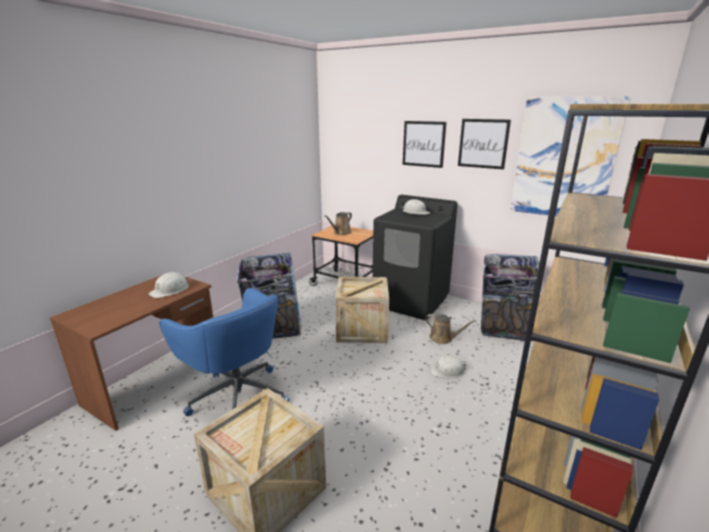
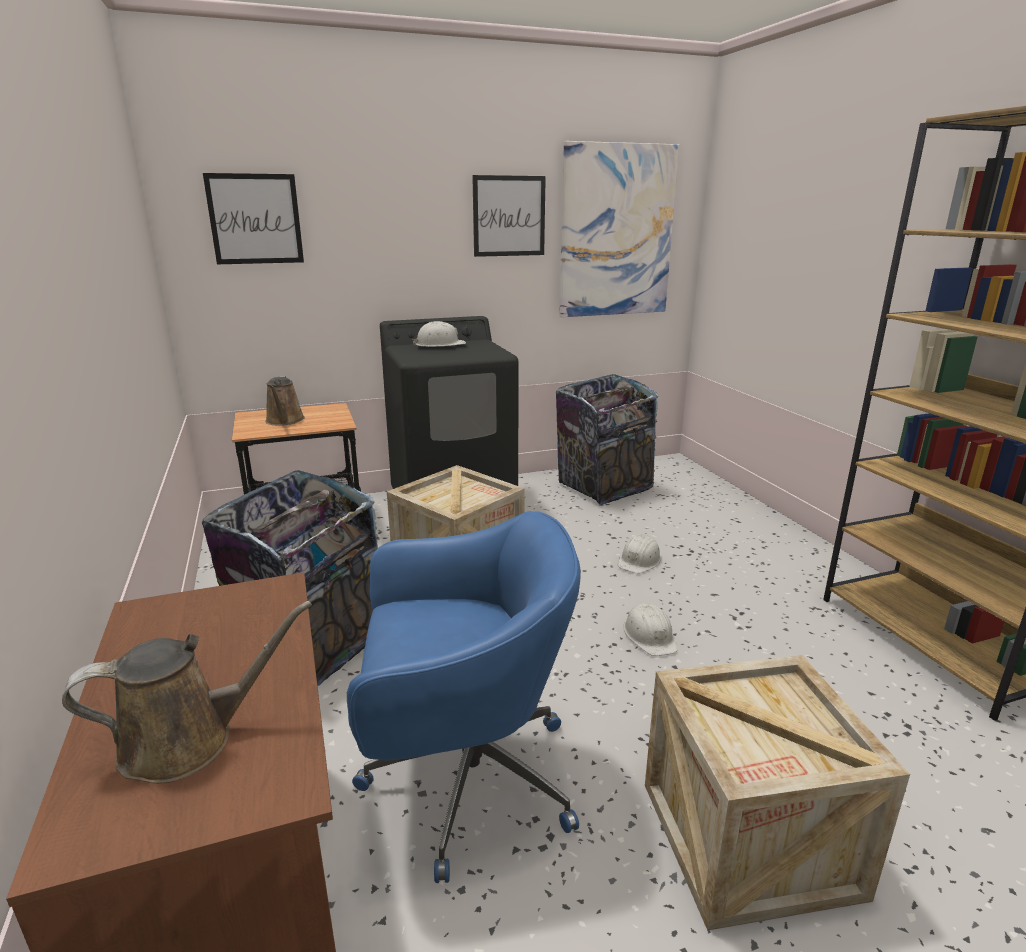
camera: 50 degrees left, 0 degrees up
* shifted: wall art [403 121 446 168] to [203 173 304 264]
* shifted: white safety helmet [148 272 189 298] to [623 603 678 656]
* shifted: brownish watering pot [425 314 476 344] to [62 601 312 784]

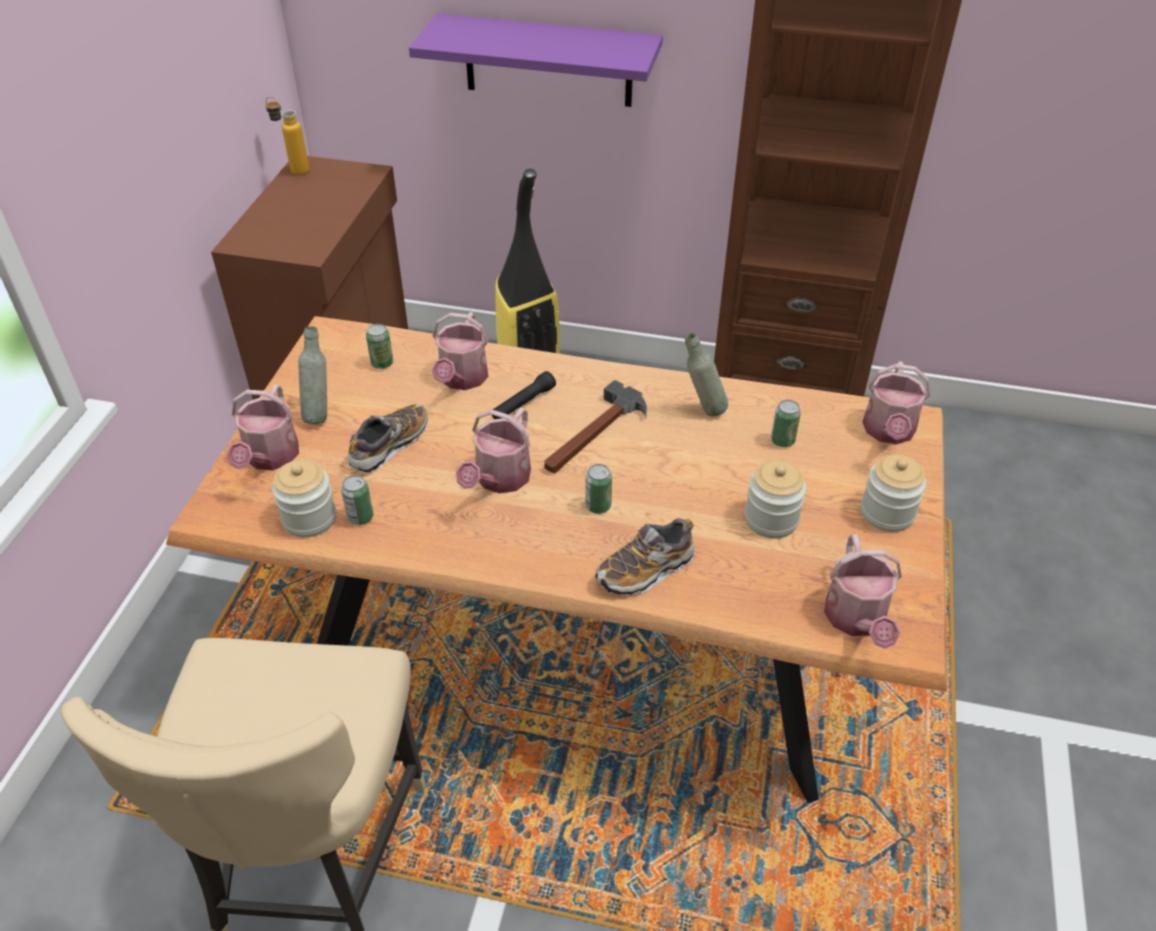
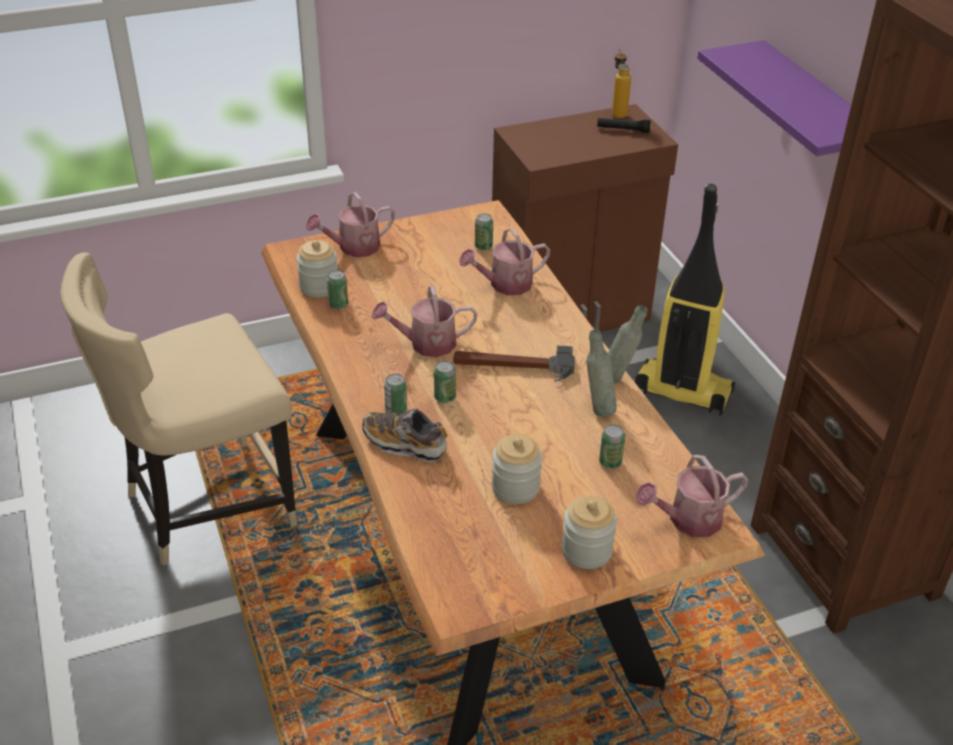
camera: 55 degrees right, 5 degrees down
* shifted: greyish beverage bottle [298 326 327 424] to [608 305 647 384]
* shifted: blackish flashlight [492 371 556 419] to [597 118 651 133]
* gone: shoe [348 404 428 473]
* gone: watering pot [824 535 902 649]
* new: sealed can [384 374 407 414]

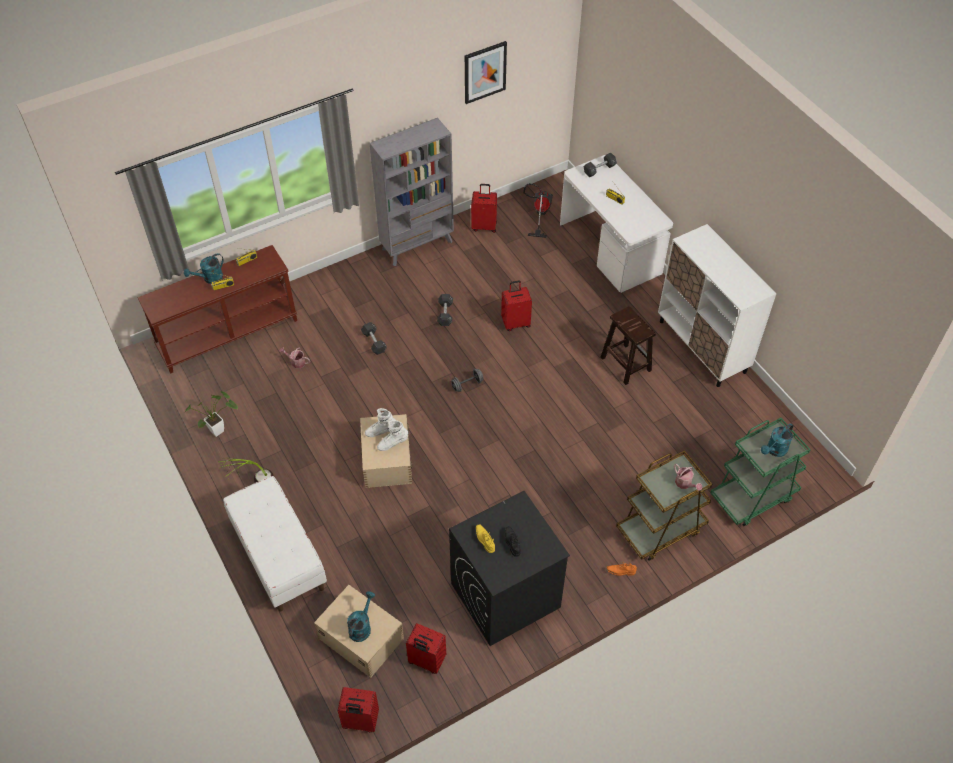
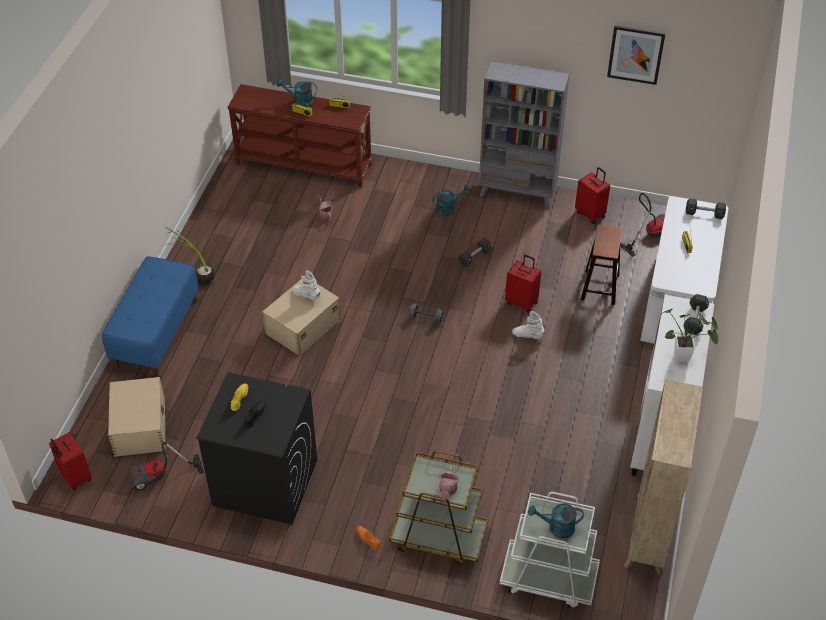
camera: 45 degrees right, 5 degrees down
* shifted: brownish stool seat [600 306 656 385] to [581 225 622 305]
* shifted: blackish hand weight [361 322 387 355] to [683 294 709 335]
* shifted: houseplant [185 391 238 437] to [663 309 718 362]
* repainted: greenish wheeled cart [710 418 810 527] to white wheeled cart [499 492 600 608]
* shifted: white high-top boot [377 420 408 451] to [512 311 545 339]
* repainted: white long seat [223 476 327 612] to bluish long seat [102 256 199 377]
* shifted: turquoise watering pot [347 591 375 642] to [432 185 470 216]
* swapped: red suitcase [406 623 446 674] to hoover [128 442 204 491]
* new: beige-coloured bookcase [624 379 703 576]

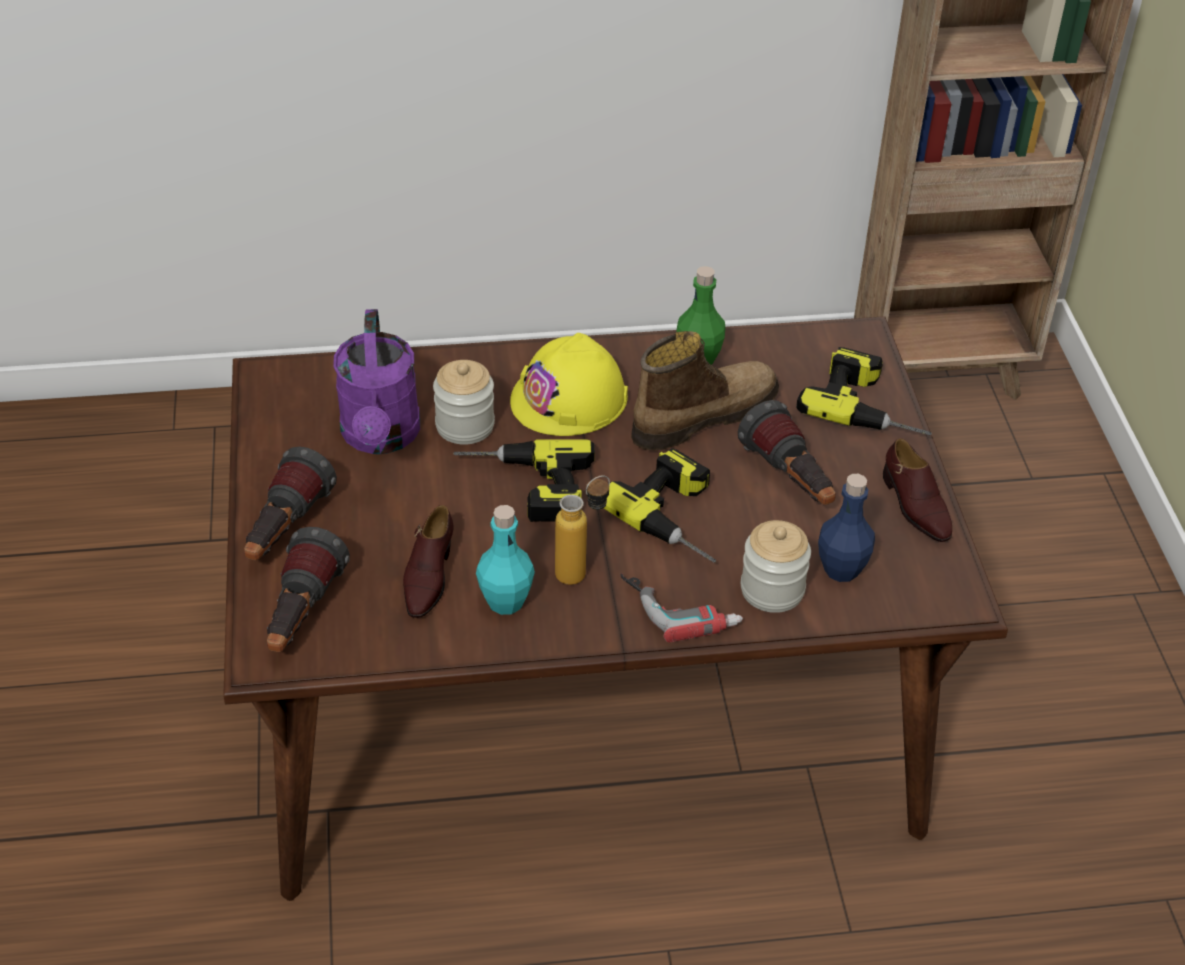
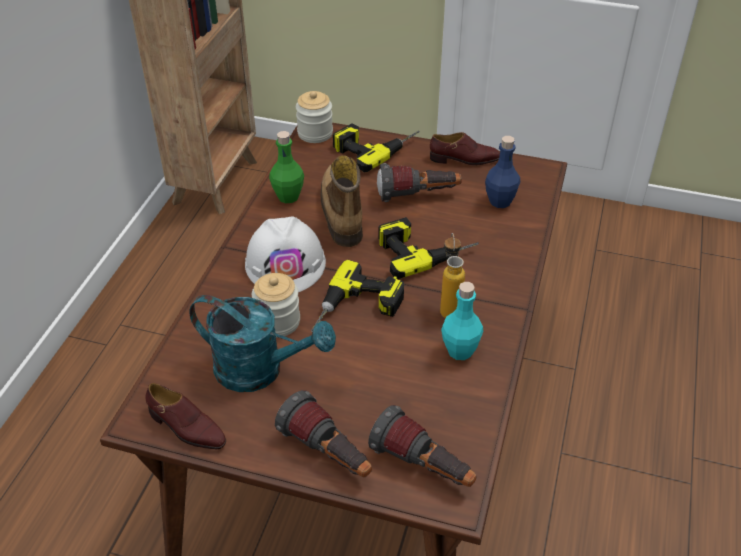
camera: 65 degrees left, 0 degrees up
* repainted: purple-coloured watering pot [333 309 420 454] to turquoise watering pot [189 295 336 392]
* repainted: yellowish safety helmet [510 333 628 436] to white safety helmet [245 216 326 292]
* shifted: brownish shoe [403 505 453 618] to [145 383 226 449]
* shifted: preserve jar [741 520 811 613] to [296 91 333 143]
* gone: drill [620 573 743 642]

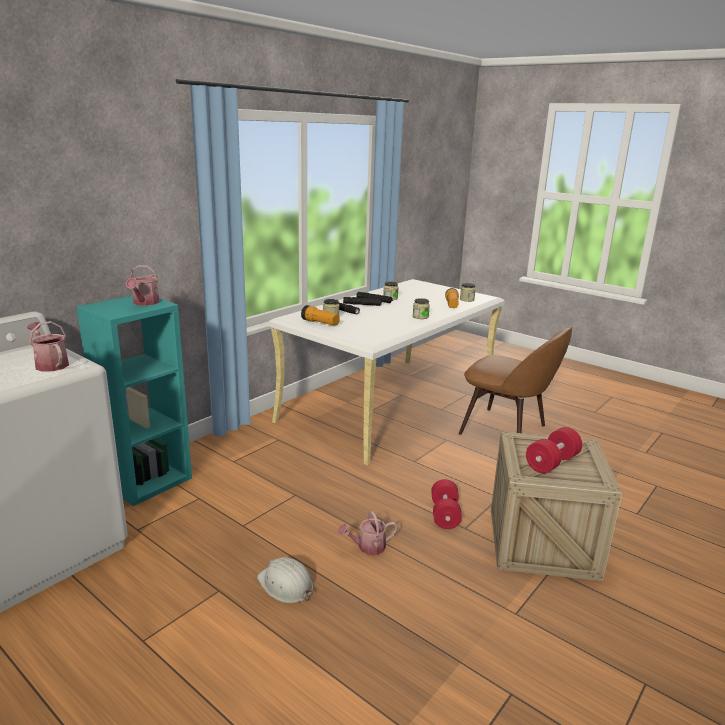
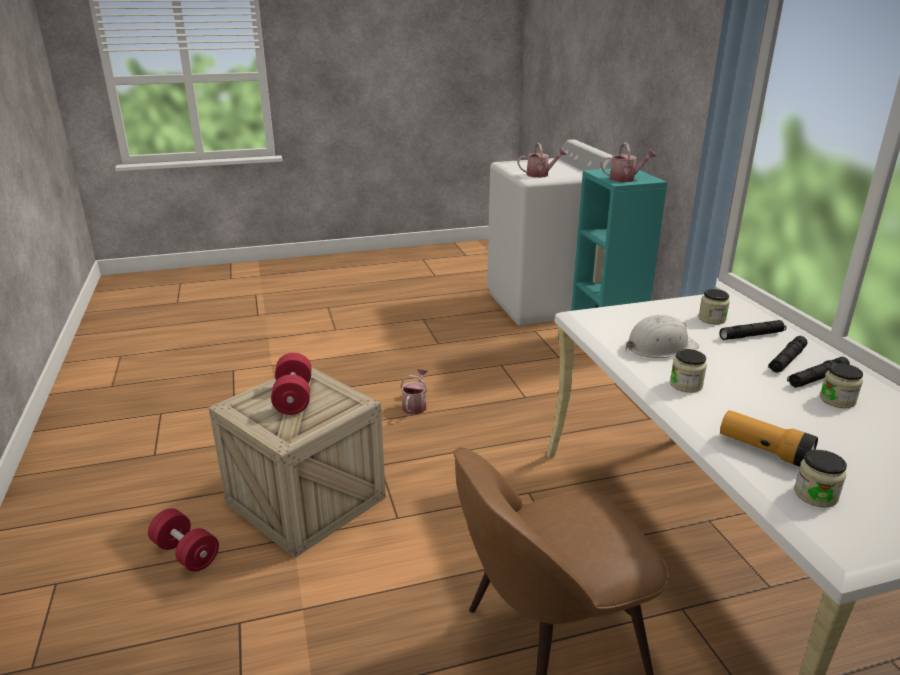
camera: 125 degrees right, 5 degrees up
* rotated: watering pot [126 265 159 306] = [601 143 657 182] 135 degrees clockwise
* gone: flashlight [301 305 340 326]
* shifted: red hand weight [431 479 462 529] to [148 508 219 572]
* shifted: white safety helmet [257 557 313 603] to [626 315 699 358]

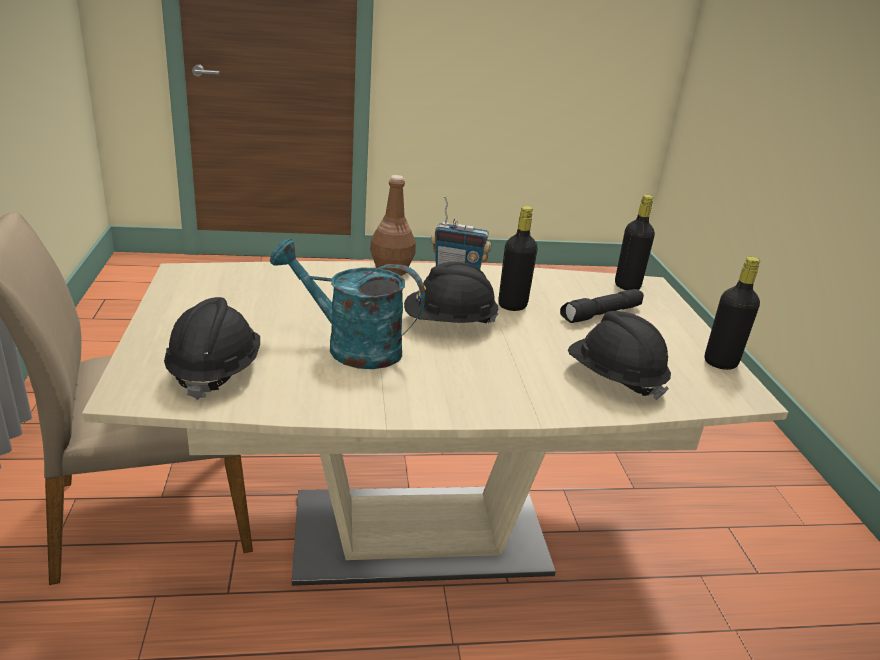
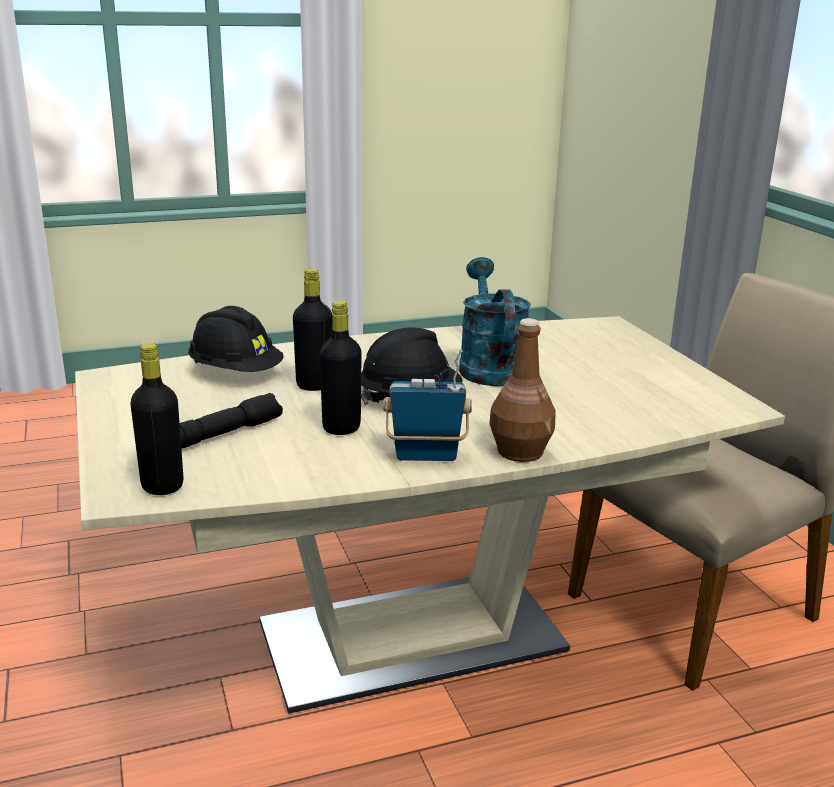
camera: 170 degrees right, 5 degrees down
* rotated: turquoise watering pot [270 239 425 369] = [459 257 531 386] 105 degrees counterclockwise
* shifted: blackish beverage bottle [705 257 760 370] to [293 269 332 391]
* gone: blackish safety helmet [164 297 260 400]

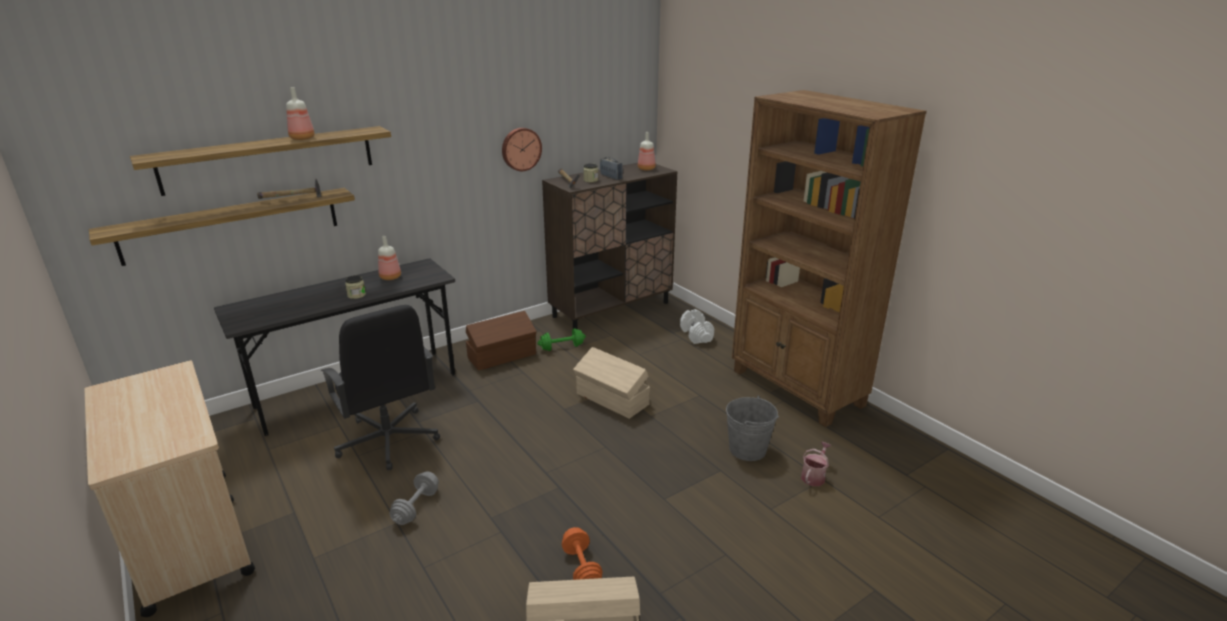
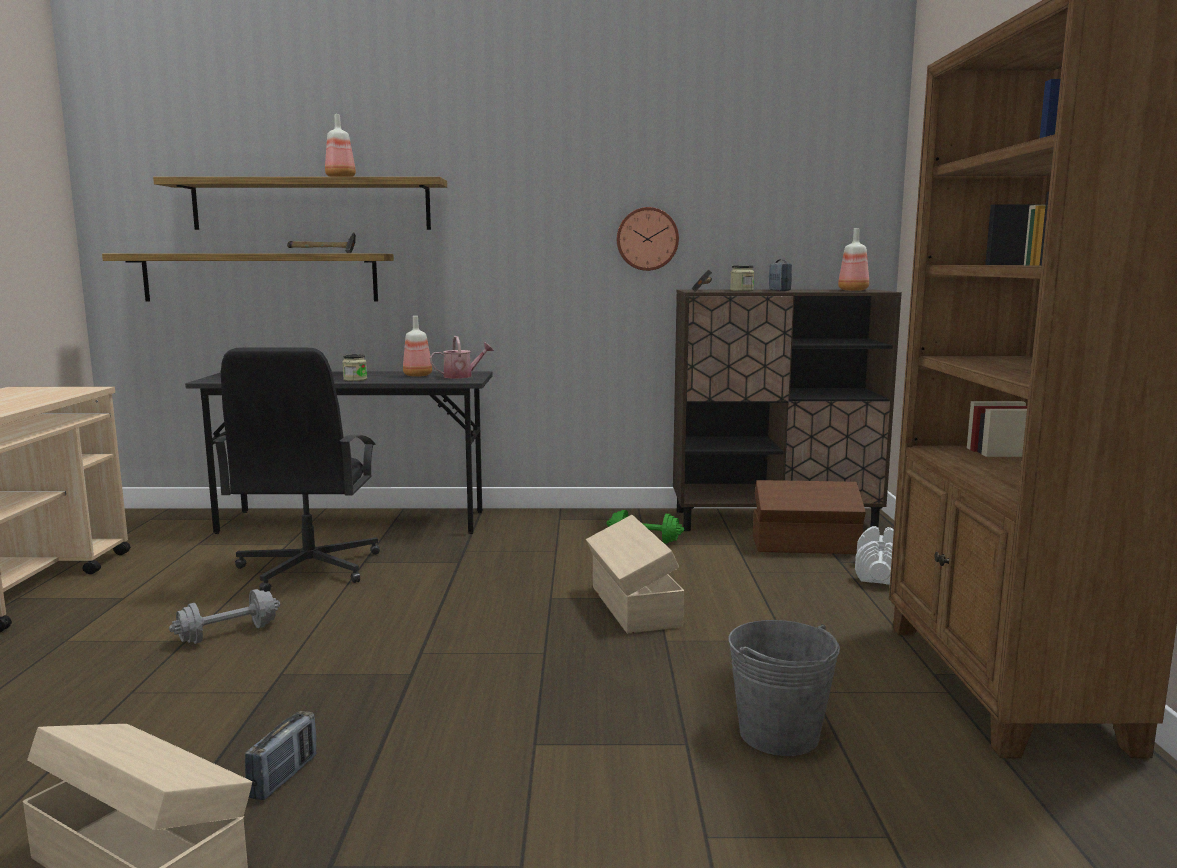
camera: 35 degrees right, 15 degrees down
* shifted: brownish storage container [466 311 537 371] to [753 480 866 554]
* shifted: watering pot [801 442 831 486] to [430 336 494 379]
* swapped: orangey hand weight [562 527 603 580] to radio [245 711 316 800]

